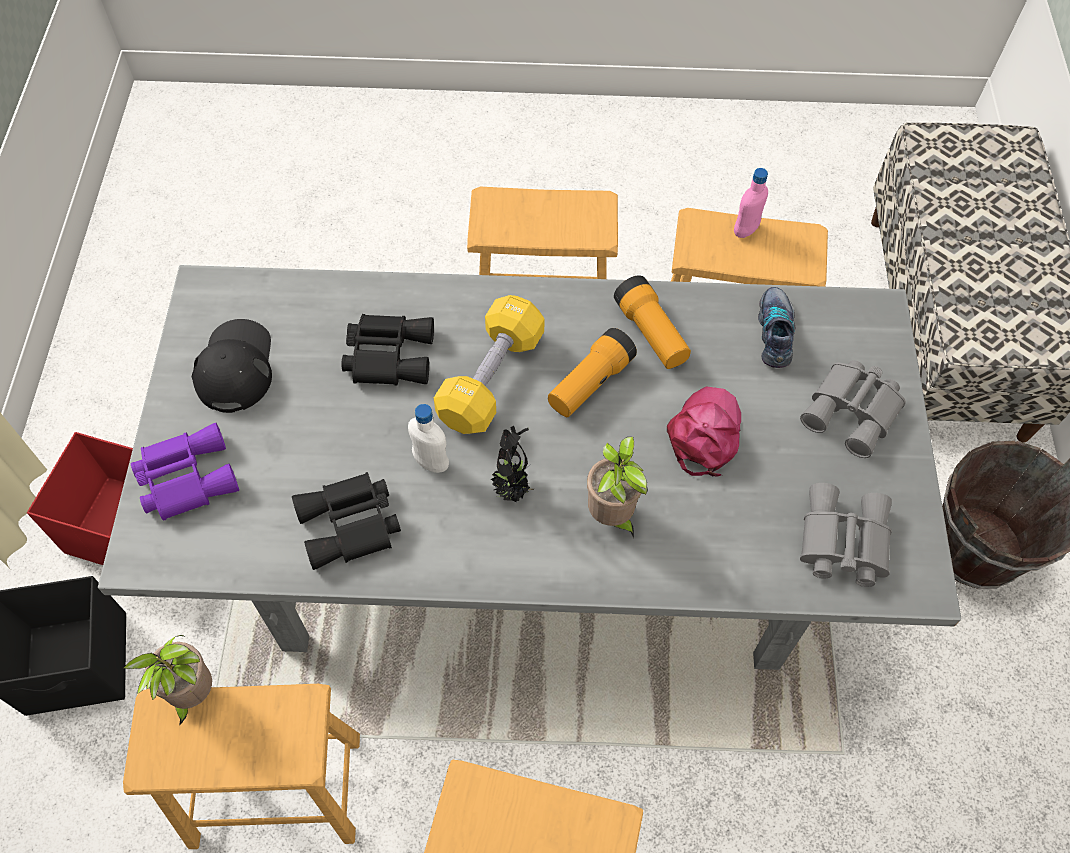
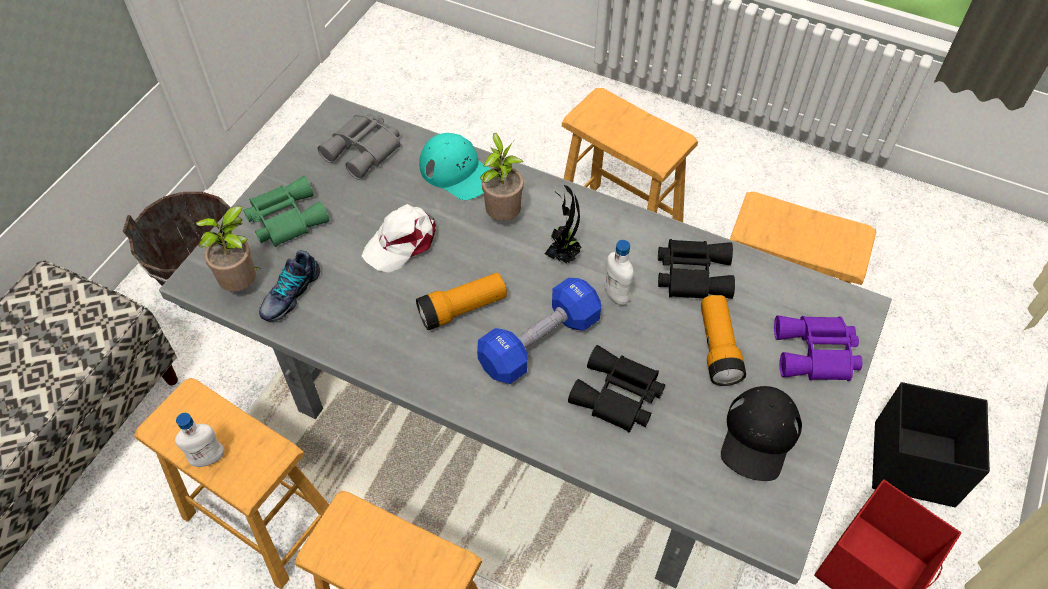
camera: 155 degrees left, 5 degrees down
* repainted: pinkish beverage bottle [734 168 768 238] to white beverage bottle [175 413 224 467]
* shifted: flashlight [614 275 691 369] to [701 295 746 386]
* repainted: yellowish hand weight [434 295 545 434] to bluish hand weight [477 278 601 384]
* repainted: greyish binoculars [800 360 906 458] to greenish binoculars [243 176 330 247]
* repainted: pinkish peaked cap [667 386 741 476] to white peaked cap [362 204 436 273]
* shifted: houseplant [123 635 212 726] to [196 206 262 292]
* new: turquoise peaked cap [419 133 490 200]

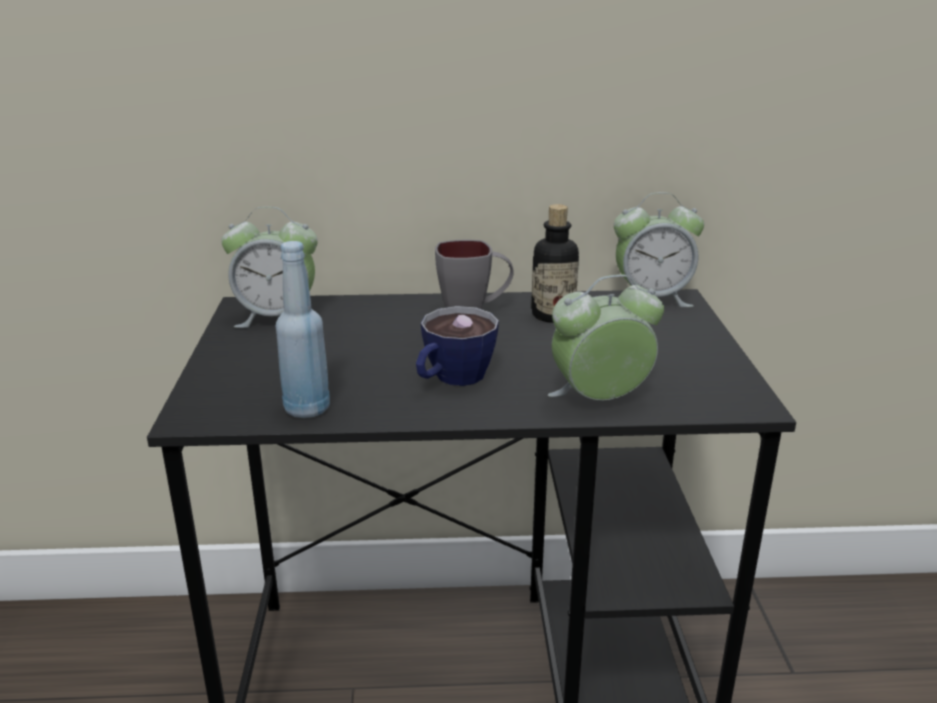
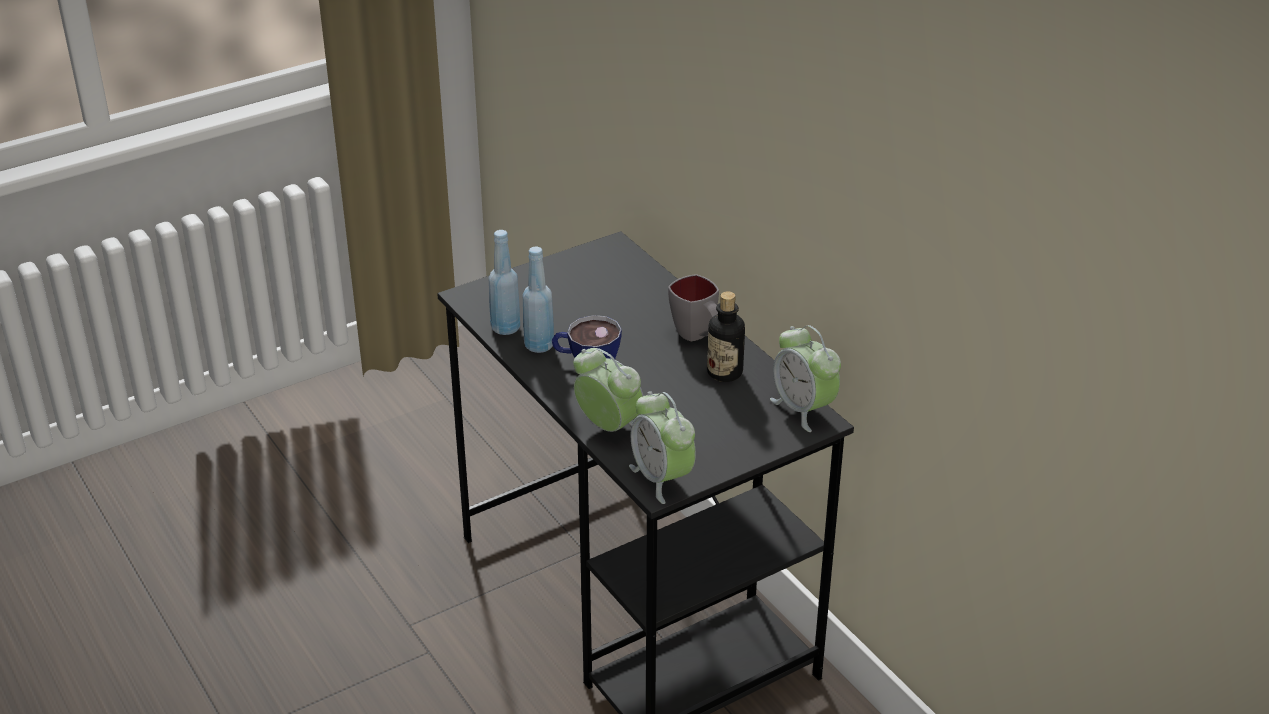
camera: 60 degrees right, 10 degrees up
* shifted: alarm clock [221 207 318 328] to [629 391 696 504]
* new: bluish beverage bottle [522 247 554 353]

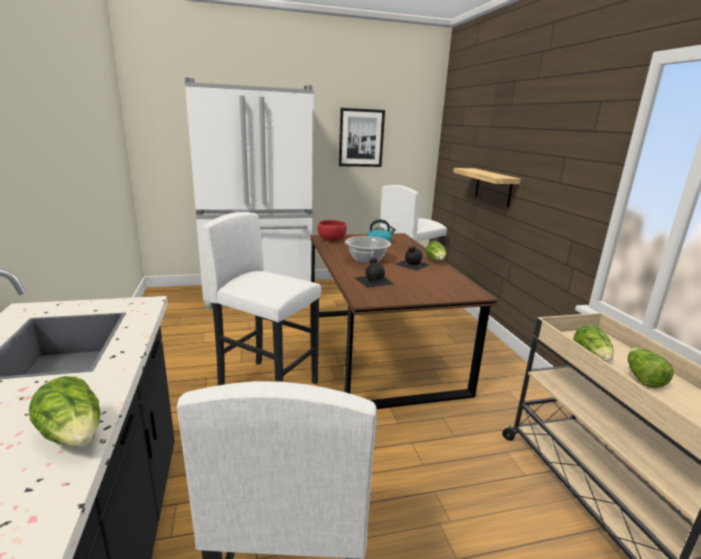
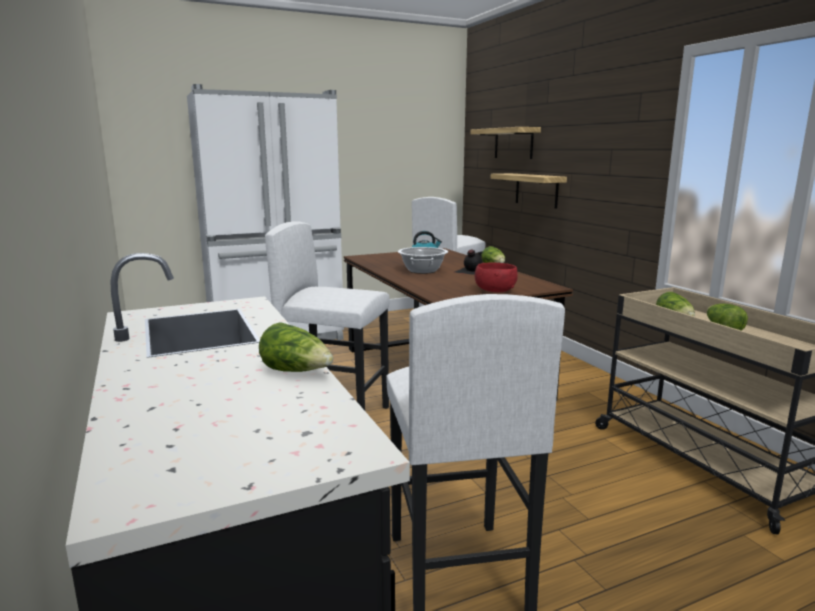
camera: 10 degrees left, 5 degrees down
* gone: wall art [339 108 385 167]
* shifted: red serving bowl [317 220 347 241] to [475 263 518 292]
* gone: blackish beverage bottle [355 258 393 288]
* new: wall shelf [470 127 541 159]

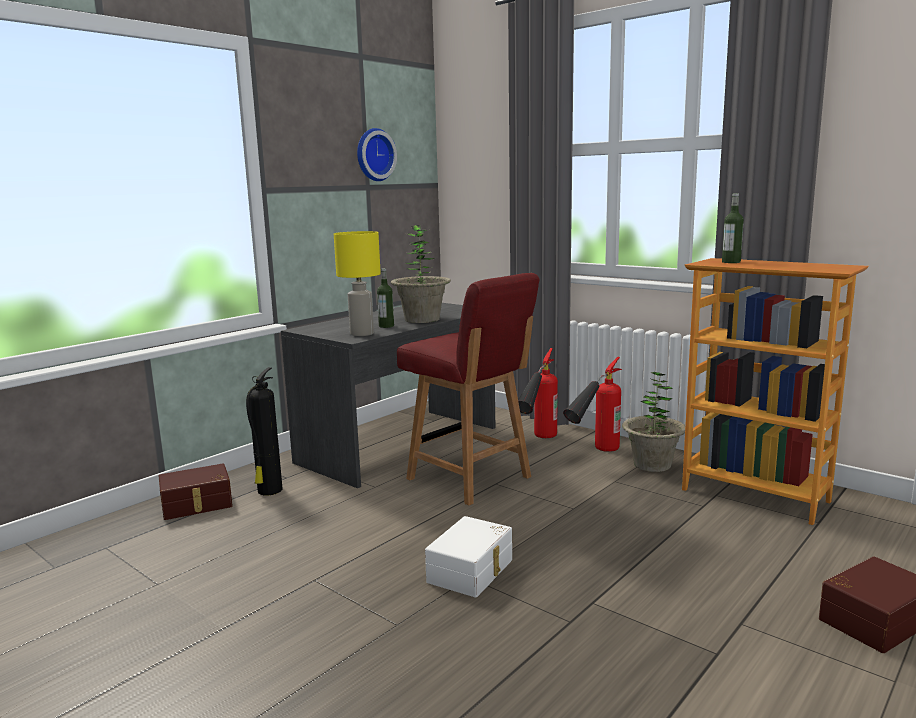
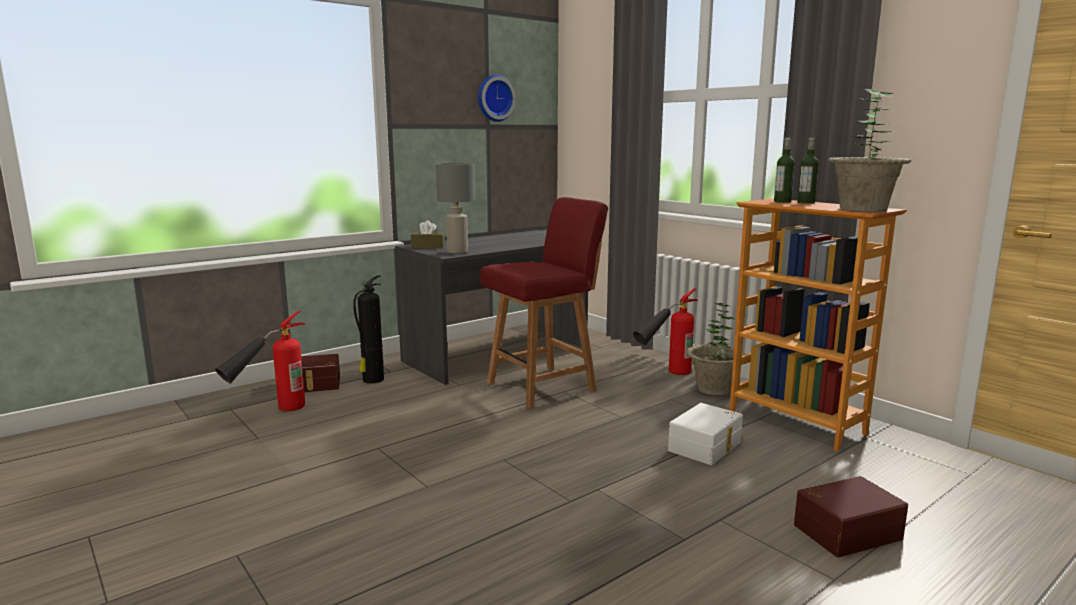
camera: 10 degrees right, 0 degrees up
* shifted: houseplant [391 225 451 323] to [828 89 911 212]
* repainted: yellowish tabletop lamp [334 231 381 336] to greyish tabletop lamp [436 163 475 254]
* shifted: beverage bottle [377 268 394 328] to [797 138 819 204]
* rotated: red upright chair [397 273 539 505] = [480 197 608 408] 90 degrees counterclockwise
* shifted: fire extinguisher [518 348 558 438] to [215 311 305 411]
* shifted: white storage container [425 516 512 597] to [668 403 743 465]
* new: brownish tissue holder [411 220 445 248]

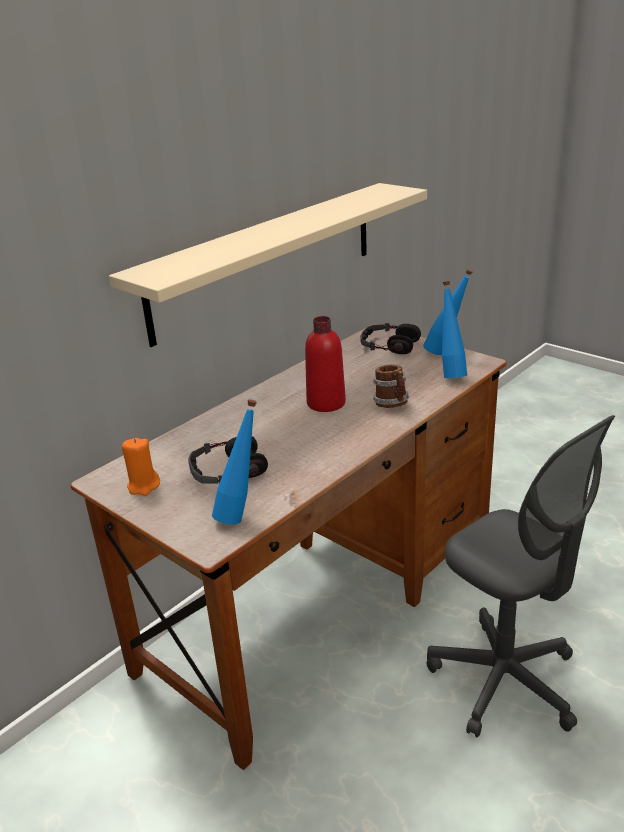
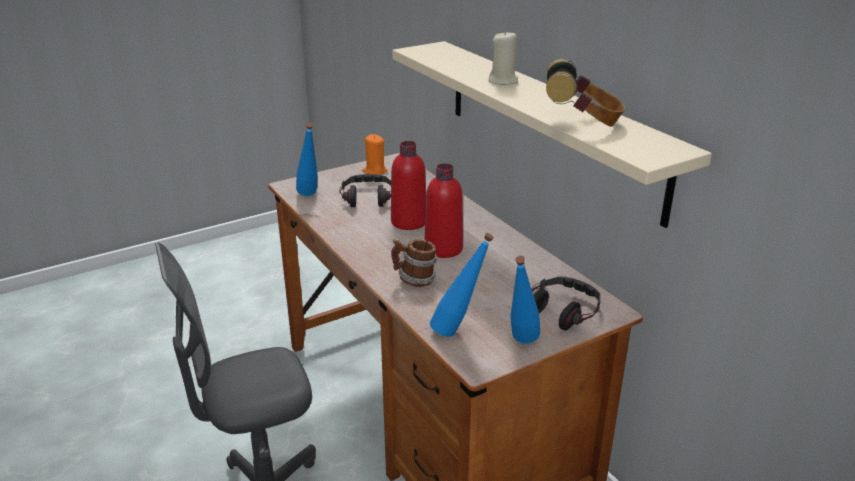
camera: 105 degrees right, 0 degrees up
* new: beige-coloured wax candle [488 30 518 85]
* new: headphones [546 59 625 127]
* new: red beverage bottle [391 141 426 230]

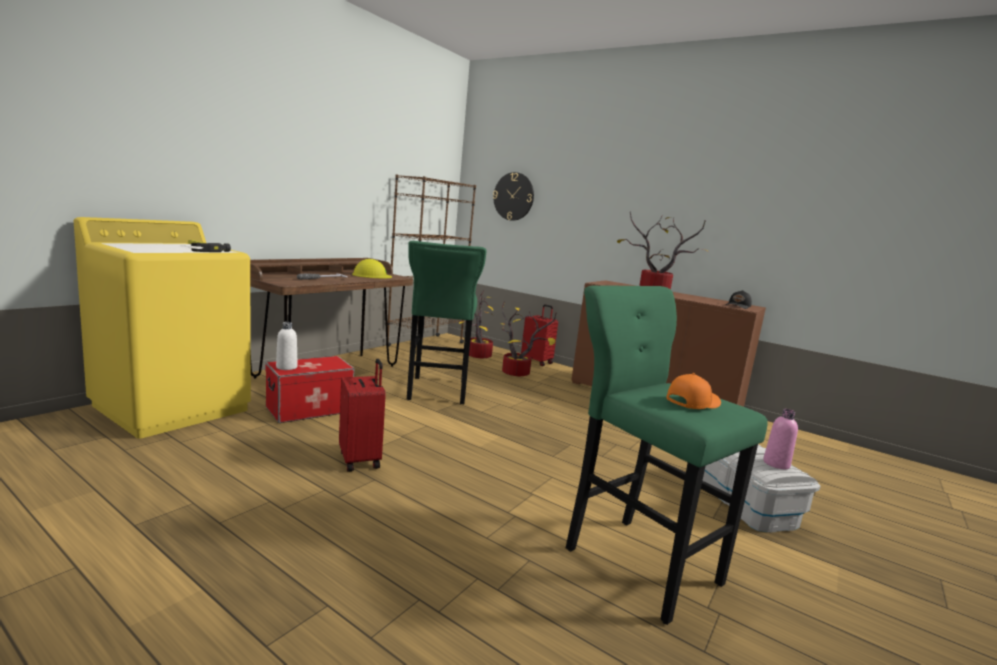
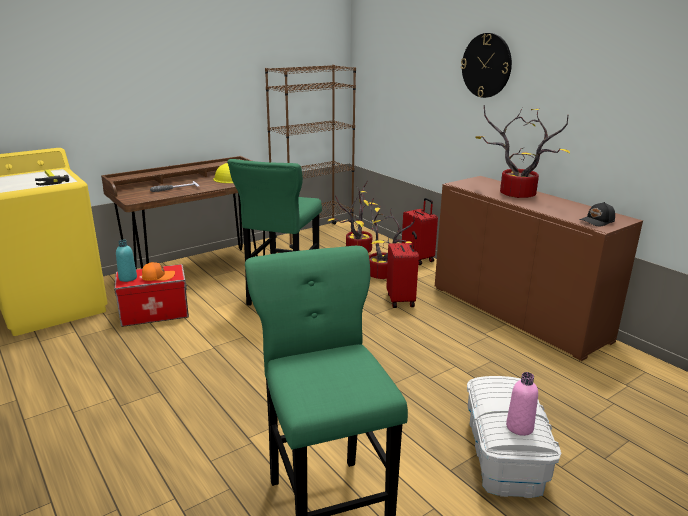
camera: 20 degrees right, 10 degrees up
* shifted: hanging clock [493 172 534 221] to [461 33 512 98]
* repainted: white beverage bottle [276 322 298 370] to turquoise beverage bottle [116 240 137 282]
* shifted: red suitcase [339 359 386 472] to [387 231 419 308]
* shifted: orangey peaked cap [666 373 721 409] to [142 262 175 281]

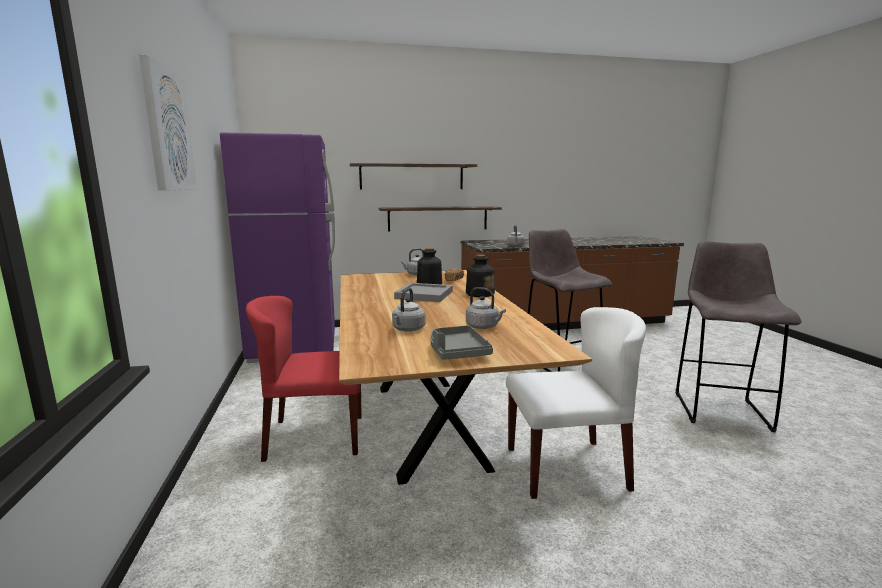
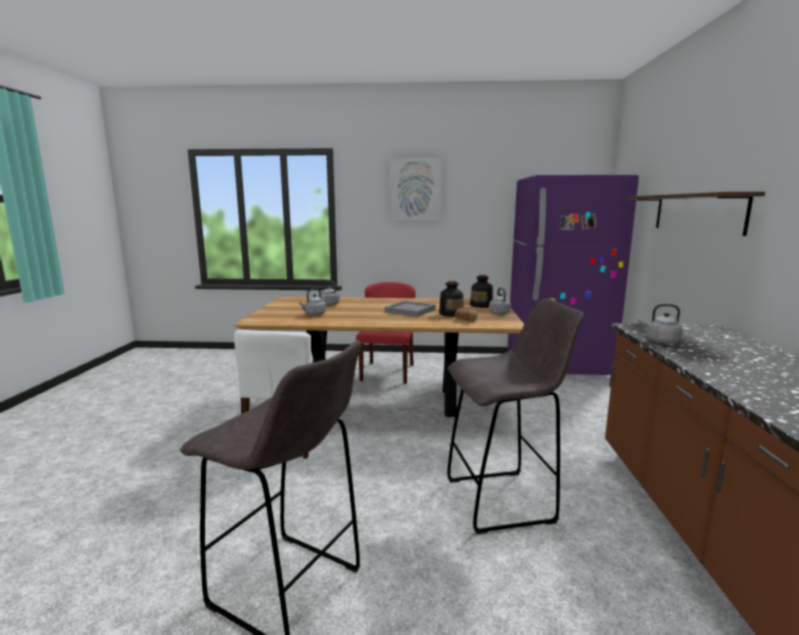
camera: 105 degrees right, 0 degrees up
* gone: wall shelf [378 206 502 231]
* shifted: beverage bottle [466 254 495 297] to [470 275 493 308]
* gone: greyish serving tray [430 325 493 360]

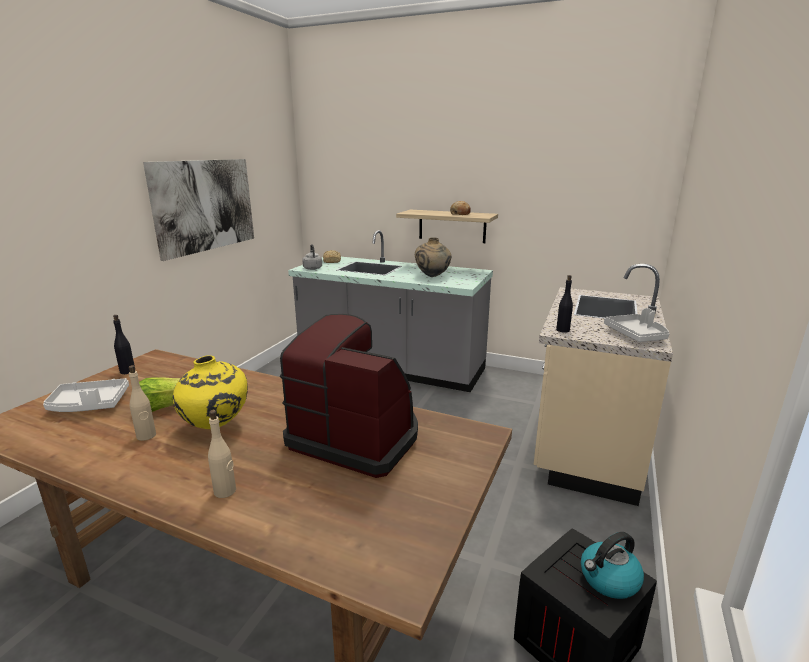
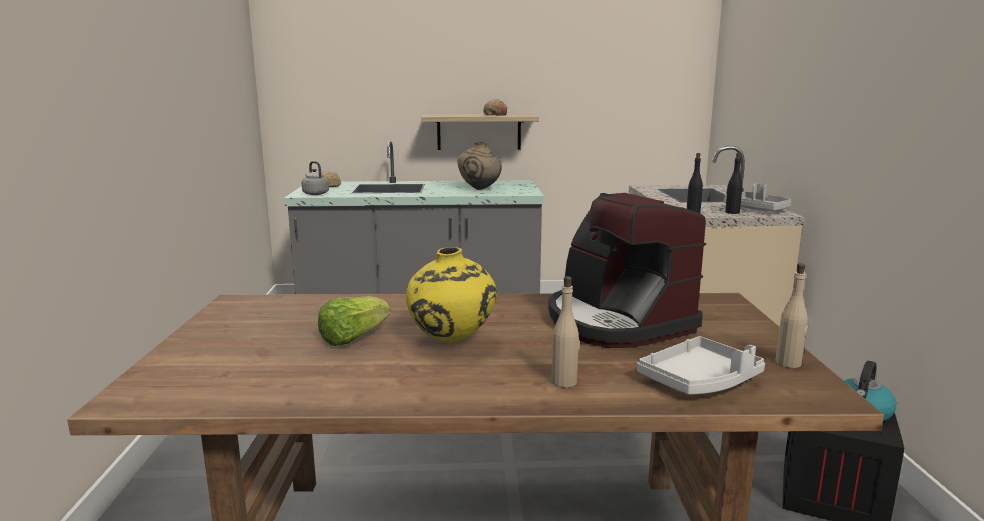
camera: 25 degrees left, 5 degrees down
* gone: wall art [143 159 254 261]
* rotated: coffee brewer [280 314 418 478] = [548 193 706 348] 120 degrees counterclockwise
* shifted: blackish beverage bottle [113 315 135 374] to [725 153 743 214]
* shifted: beige-coloured beverage bottle [129 365 156 441] to [775 263 808 368]
* shifted: white serving tray [43 378 129 412] to [637 336 765 395]

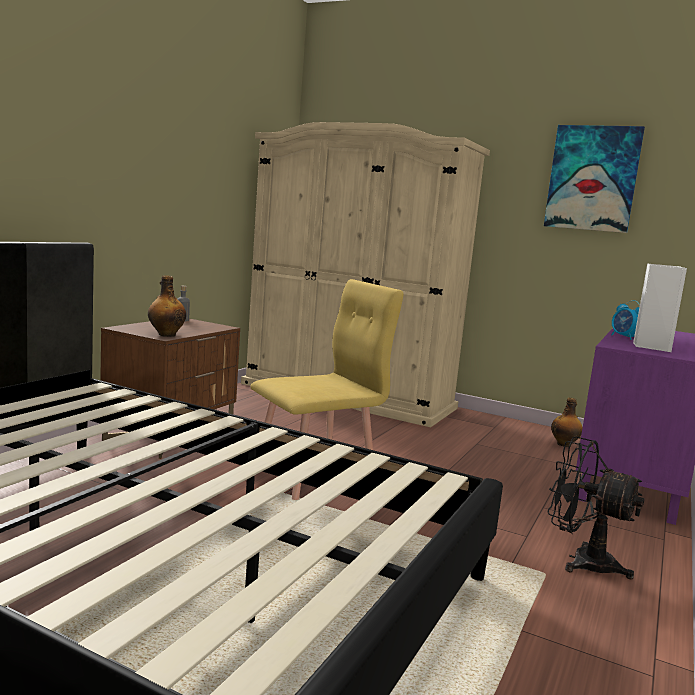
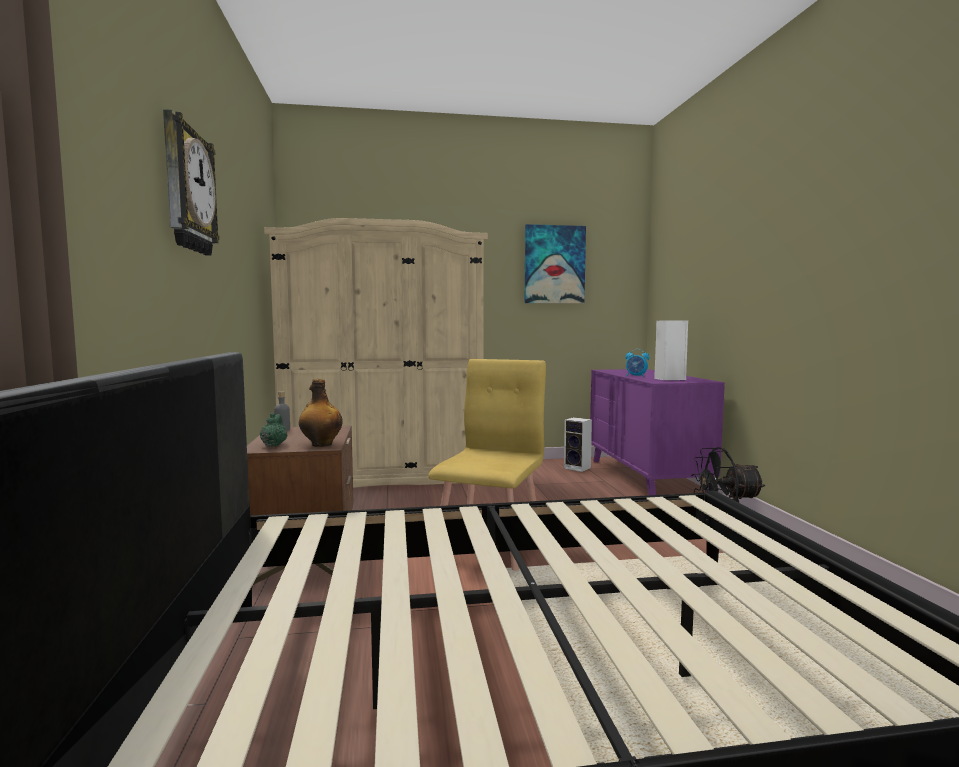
camera: 35 degrees left, 5 degrees down
* swapped: beverage bottle [551 398 583 447] to audio speaker [564 417 592 472]
* new: hanging clock [163 109 220 256]
* new: greenish tea pot [260 413 288 447]

